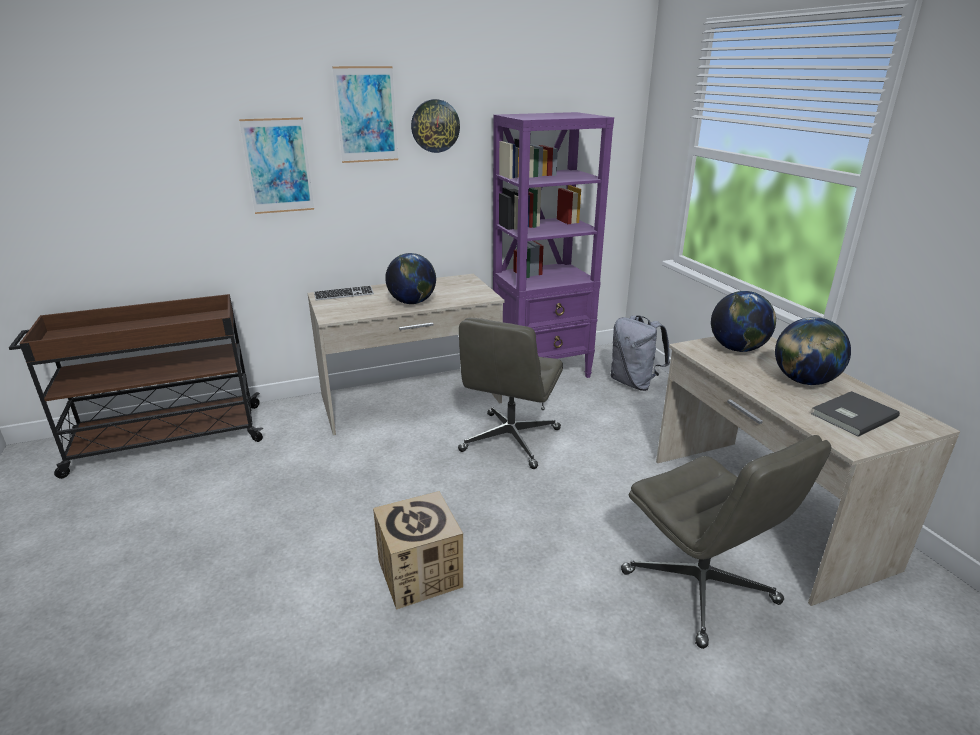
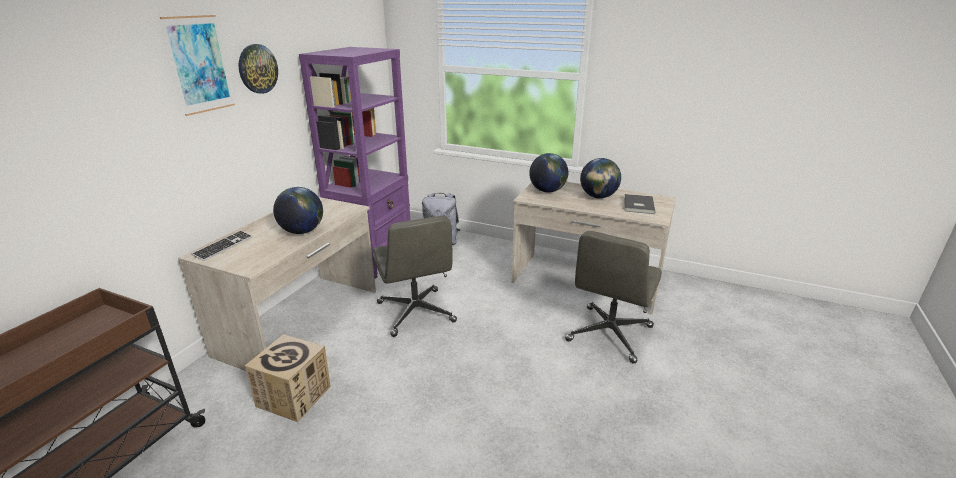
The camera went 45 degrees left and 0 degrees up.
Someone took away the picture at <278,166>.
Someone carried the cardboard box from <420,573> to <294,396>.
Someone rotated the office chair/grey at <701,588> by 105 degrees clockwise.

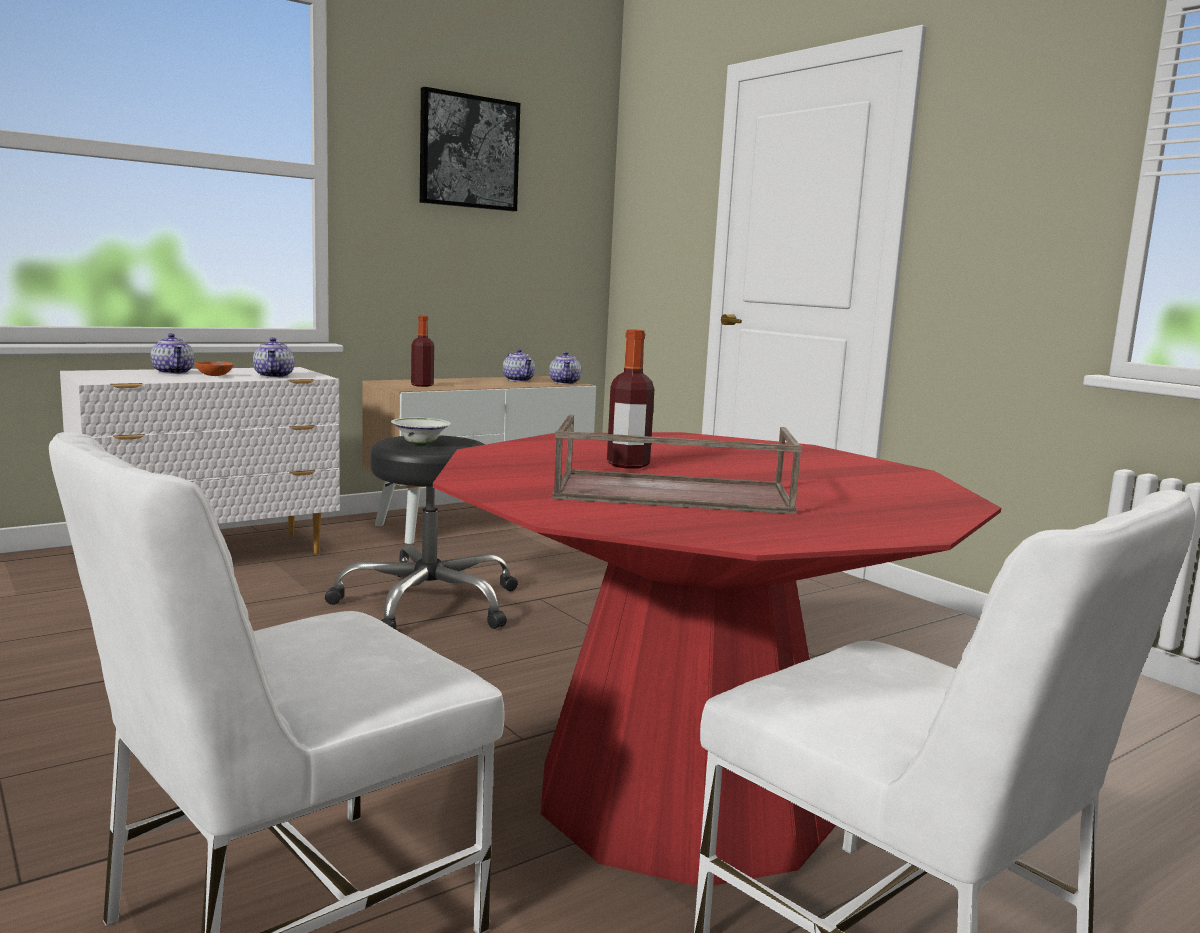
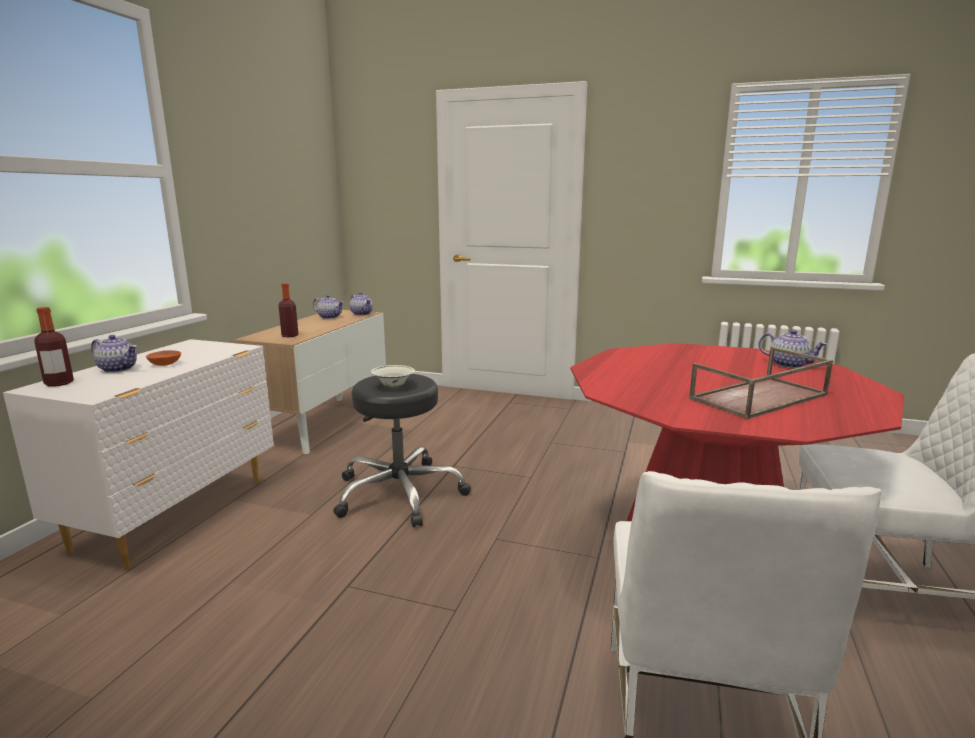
The camera went 35 degrees left and 5 degrees up.
Someone carried the teapot from <274,376> to <789,365>.
Someone took away the picture at <469,152>.
Someone carried the bottle from <628,465> to <59,383>.

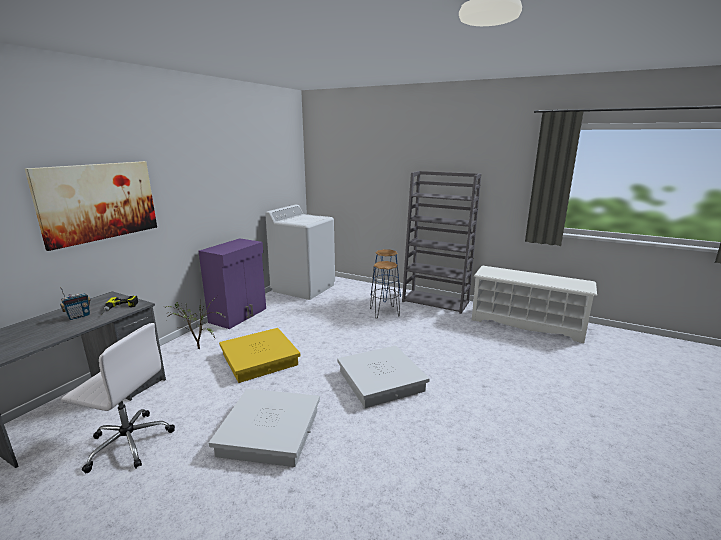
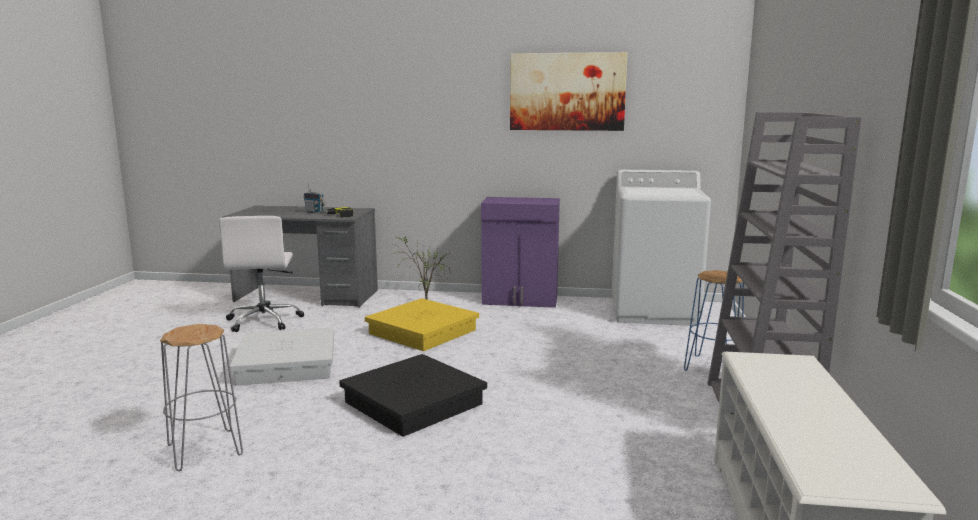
The camera went 70 degrees right and 5 degrees down.
Someone carried the picture from <99,202> to <567,92>.
Someone repainted the storage box/white at <381,381>, which became the storage box/black at <414,403>.
Someone carried the stool/grey from <385,312> to <205,450>.

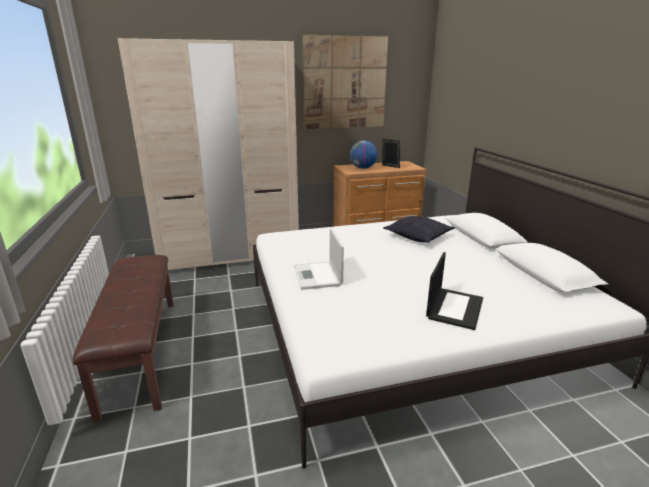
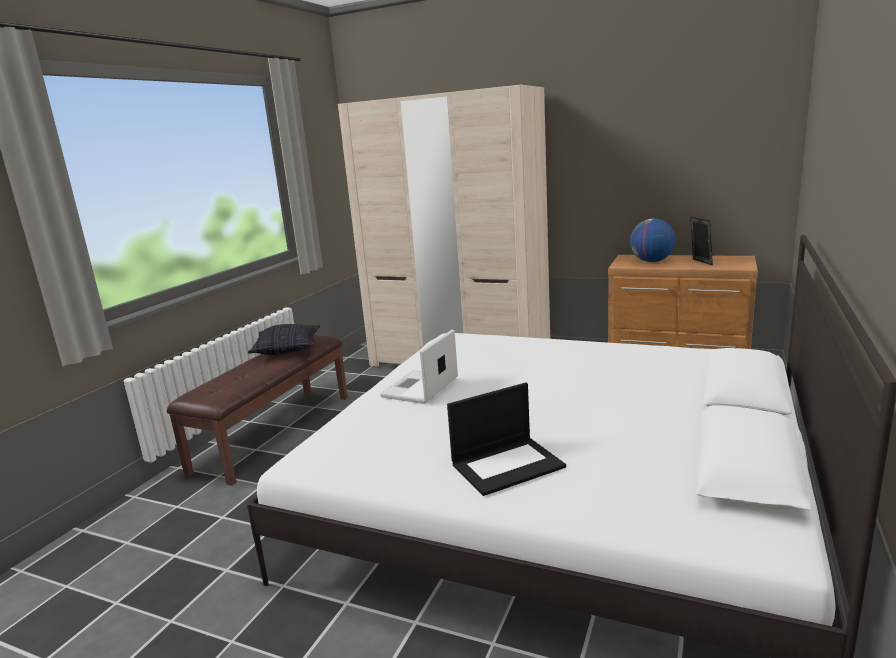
The camera went 40 degrees right and 5 degrees down.
Someone took away the picture at <345,83>.
Someone carried the pillow from <418,237> to <287,349>.

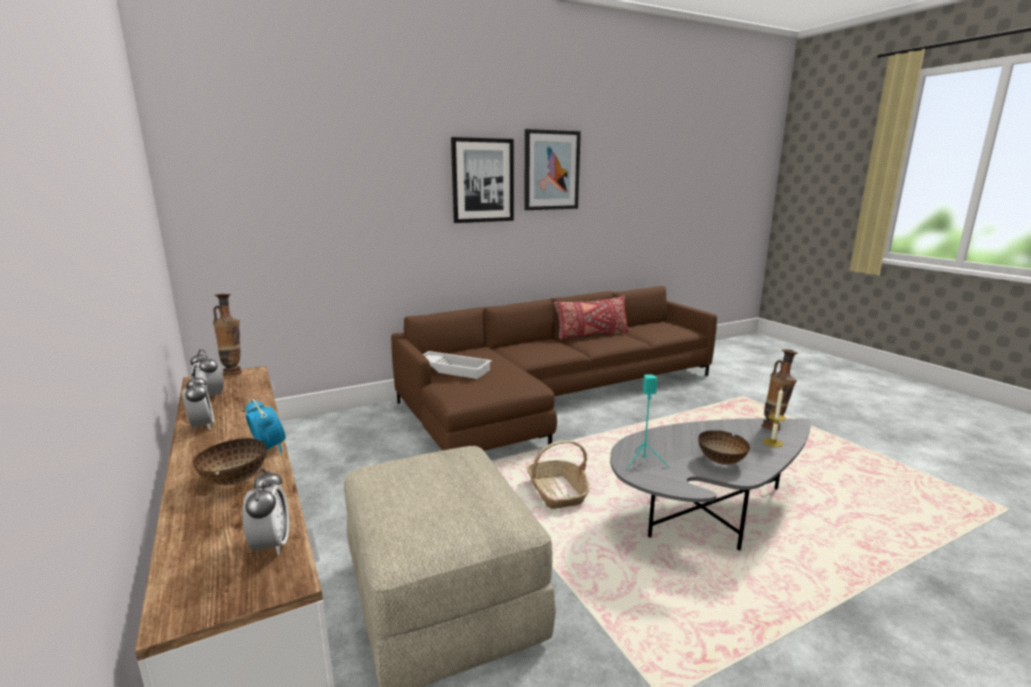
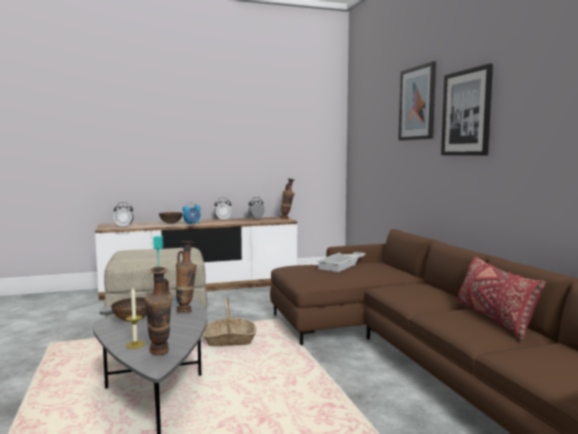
The camera went 100 degrees right and 10 degrees down.
Someone carried the picture from <551,170> to <417,103>.
Someone put down the vase at <186,311>.

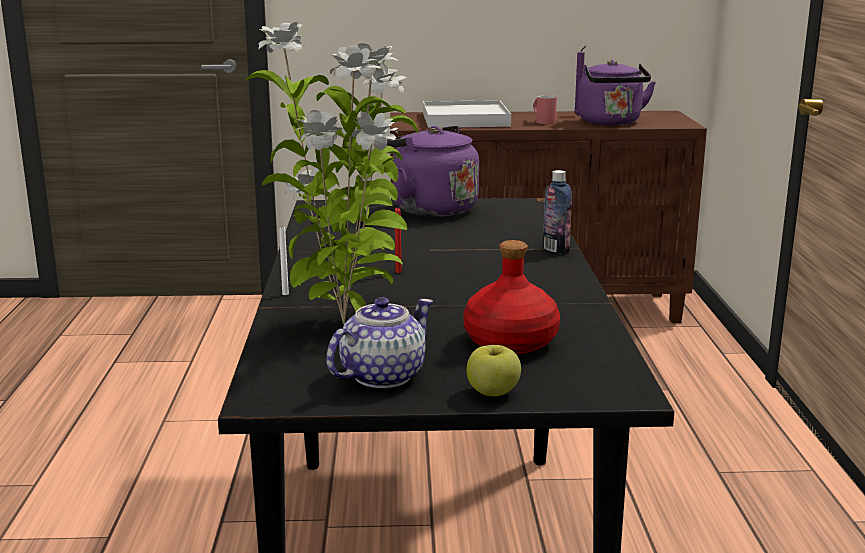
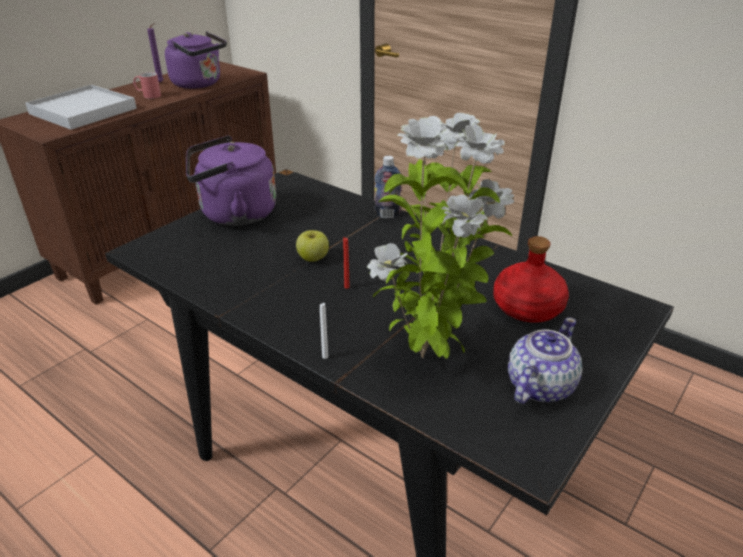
The camera went 50 degrees left and 15 degrees up.
Someone rotated the teapot at <381,376> by 45 degrees clockwise.
Someone carried the apple from <493,393> to <313,258>.

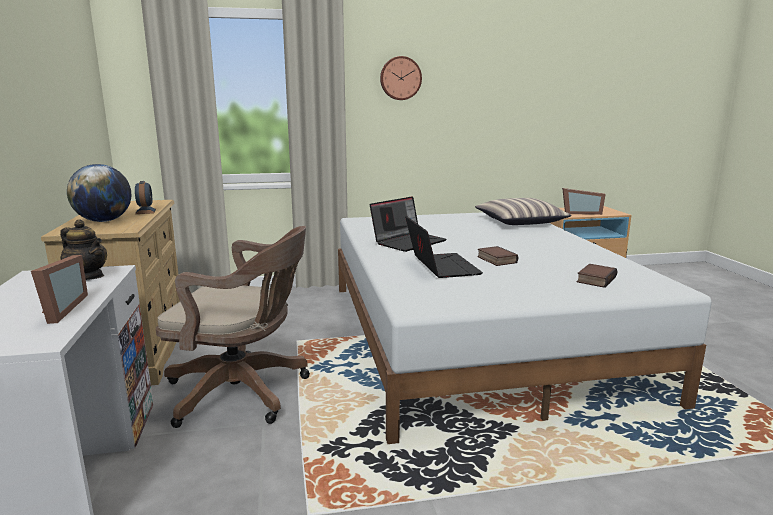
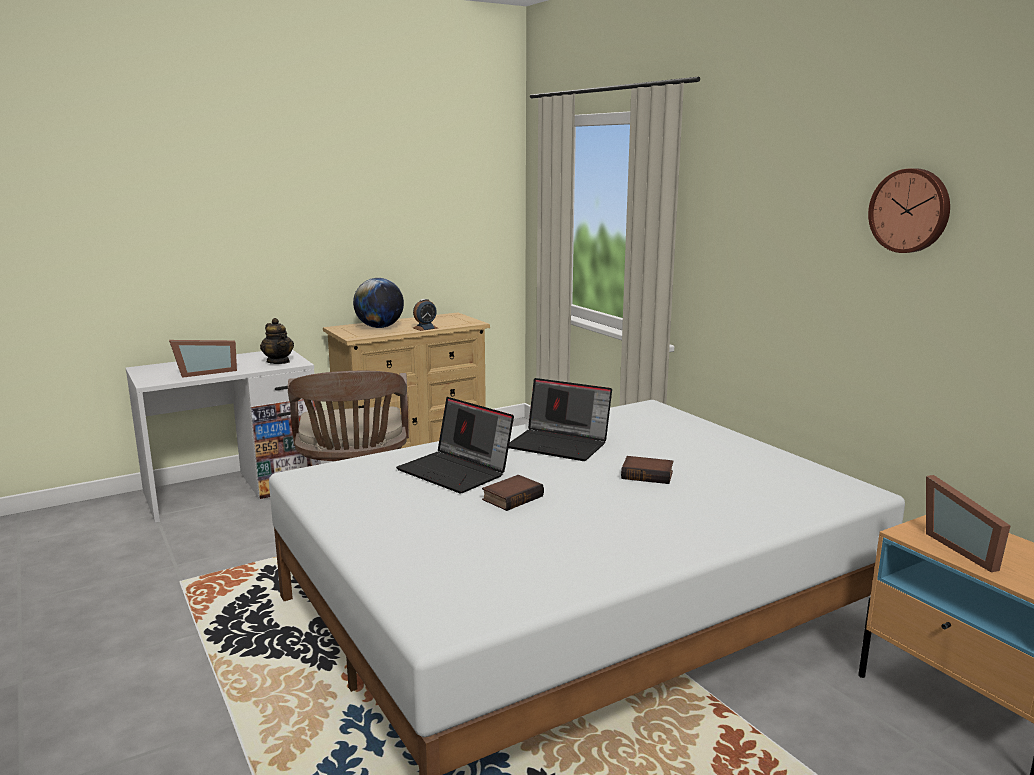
The camera went 70 degrees right and 0 degrees up.
Someone rotated the teapot at <88,276> by 45 degrees counterclockwise.
Someone carried the wall clock from <400,78> to <910,210>.
Someone rotated the laptop at <440,266> by 75 degrees clockwise.
Someone took away the pillow at <520,222>.
Someone carried the book from <595,279> to <648,474>.

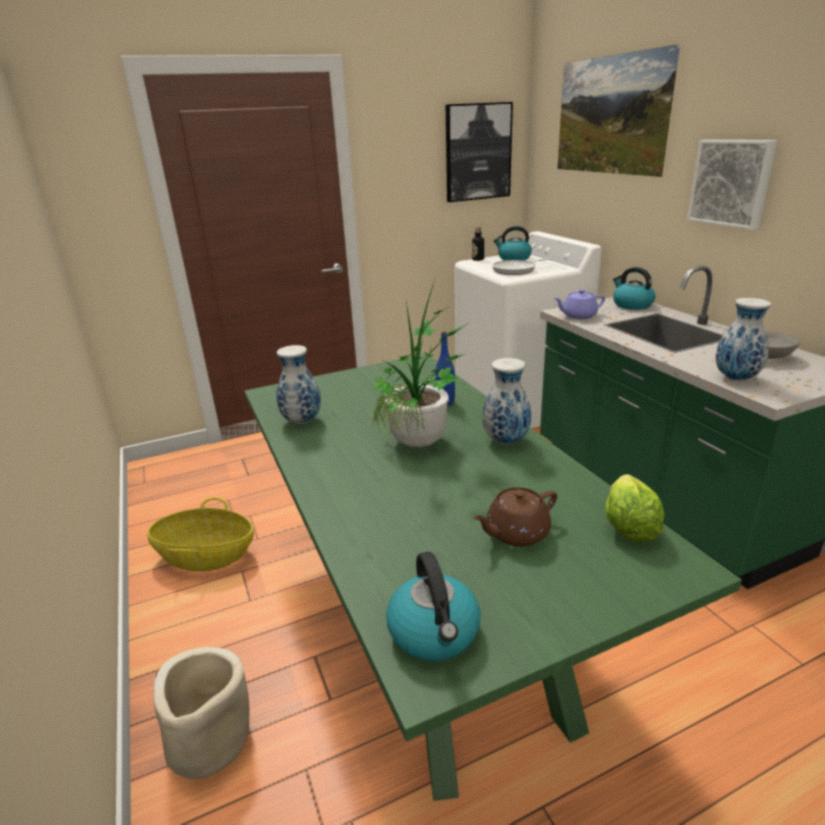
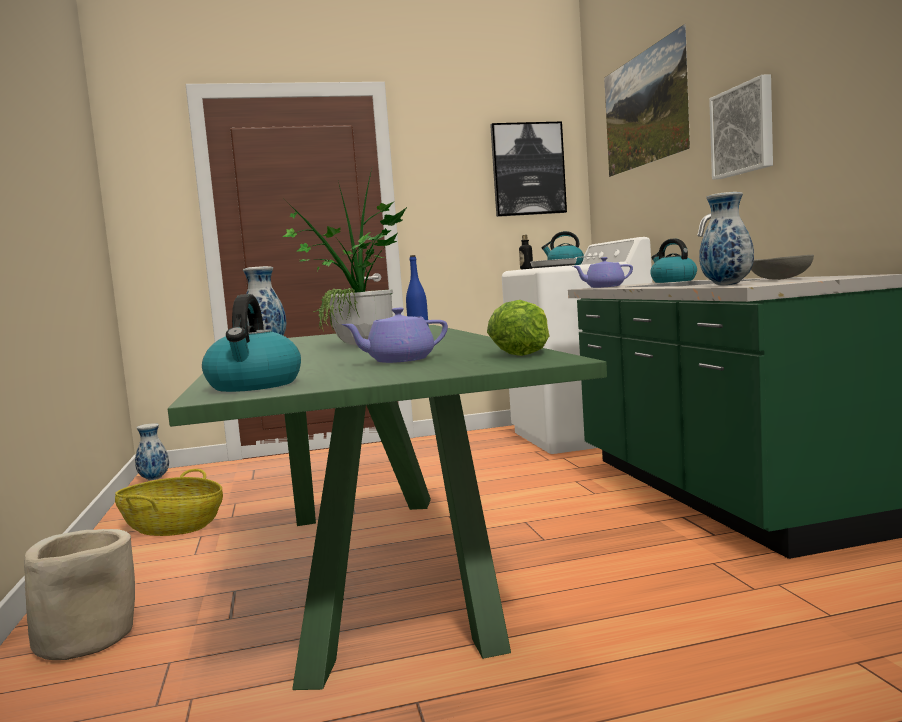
The camera went 10 degrees right and 20 degrees down.
Someone repainted the teapot/brown at <516,533>, which became the teapot/purple at <399,360>.
Someone carried the vase from <505,440> to <154,479>.

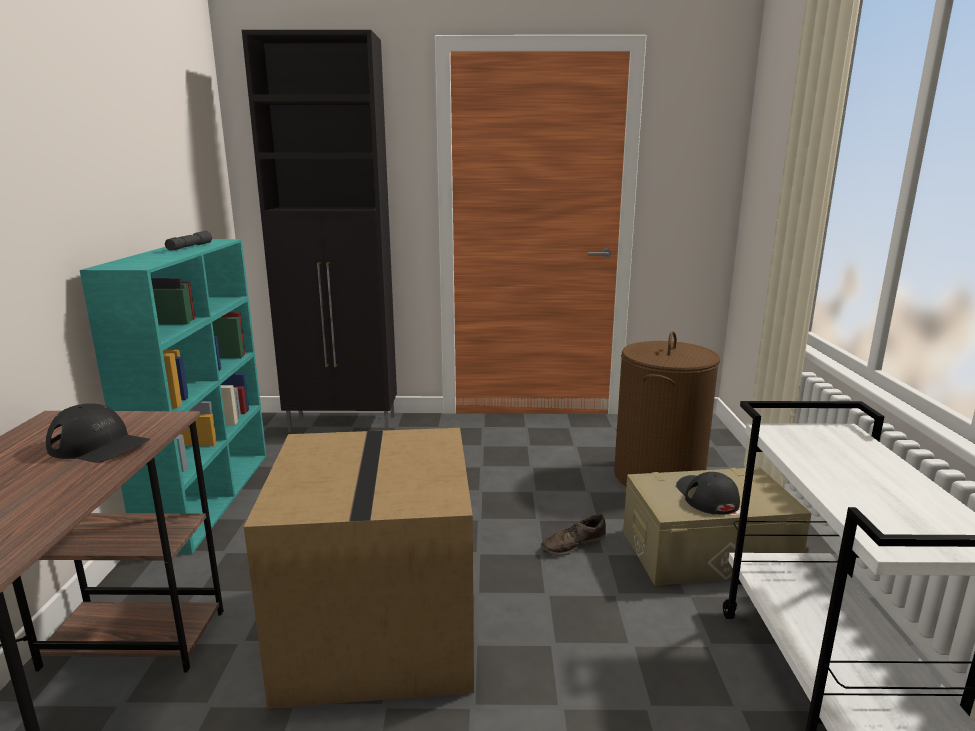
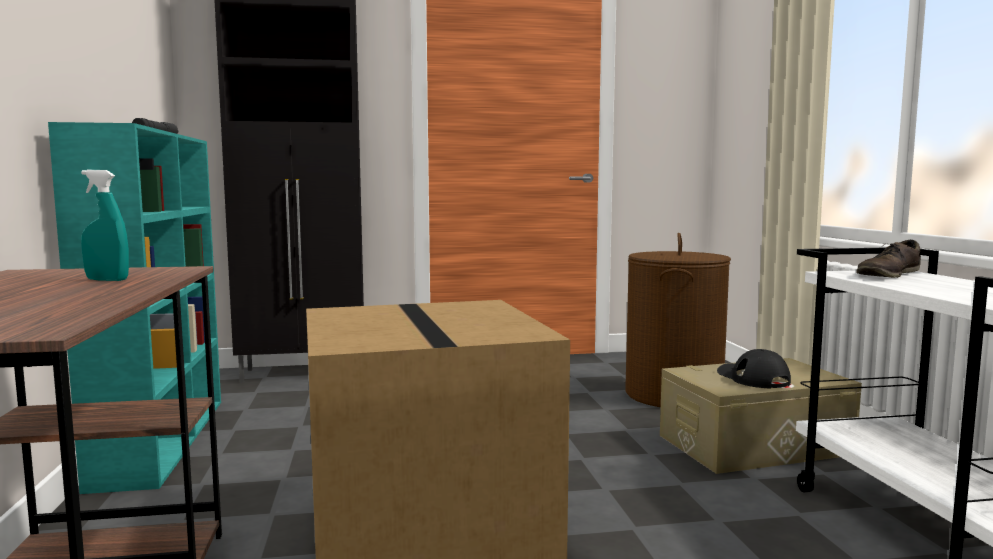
The camera went 10 degrees left and 10 degrees down.
Someone swapped the cap/black at <99,445> for the spray bottle/turquoise at <107,280>.
Someone carried the shoe/brown from <573,544> to <888,274>.

